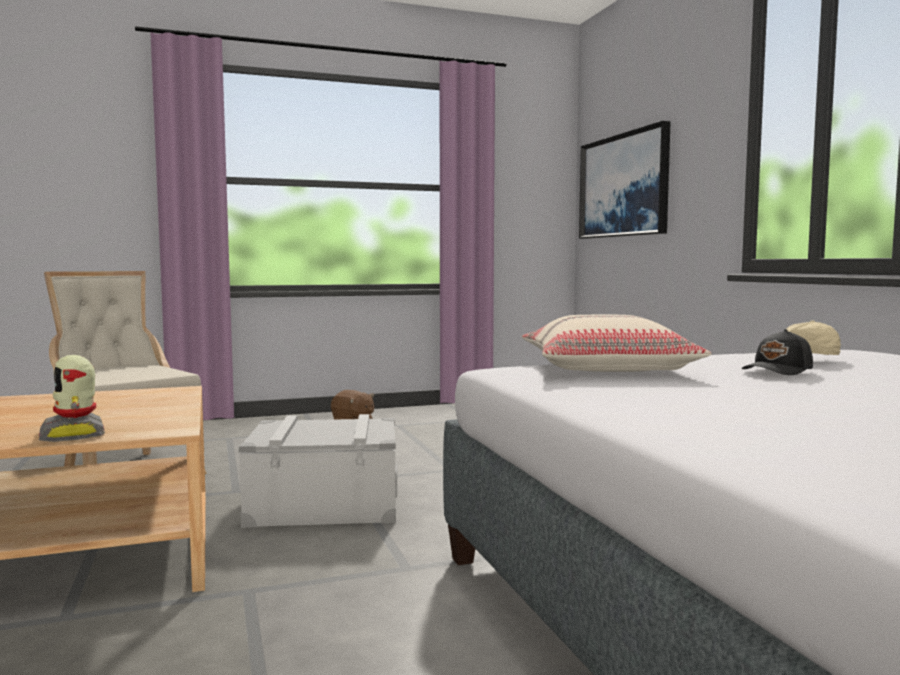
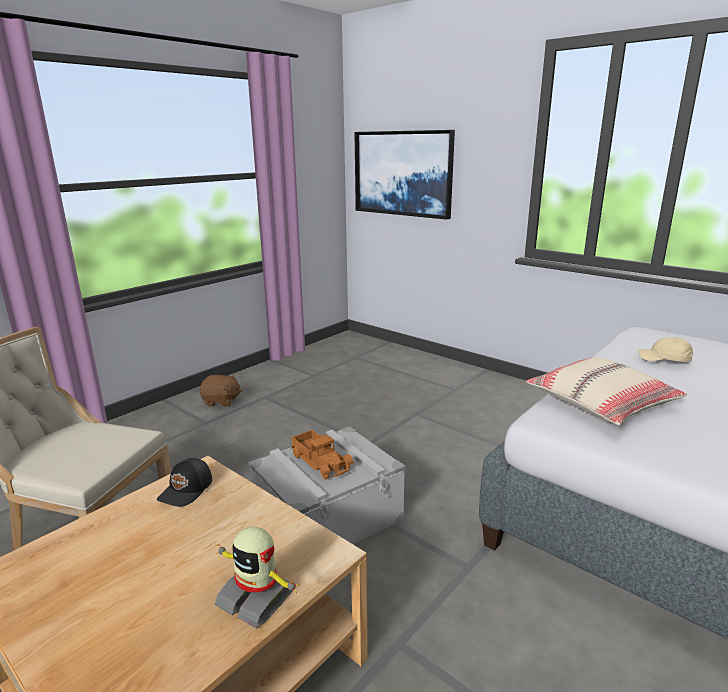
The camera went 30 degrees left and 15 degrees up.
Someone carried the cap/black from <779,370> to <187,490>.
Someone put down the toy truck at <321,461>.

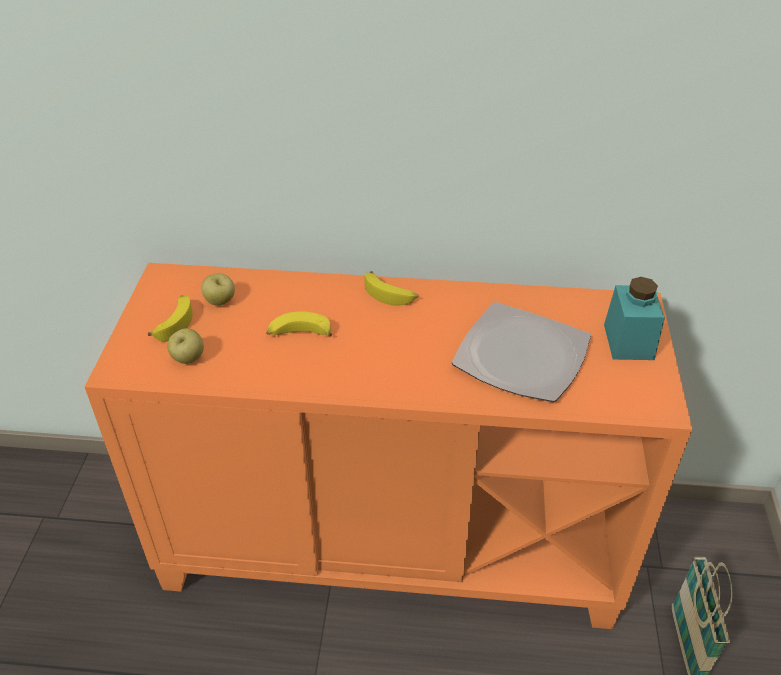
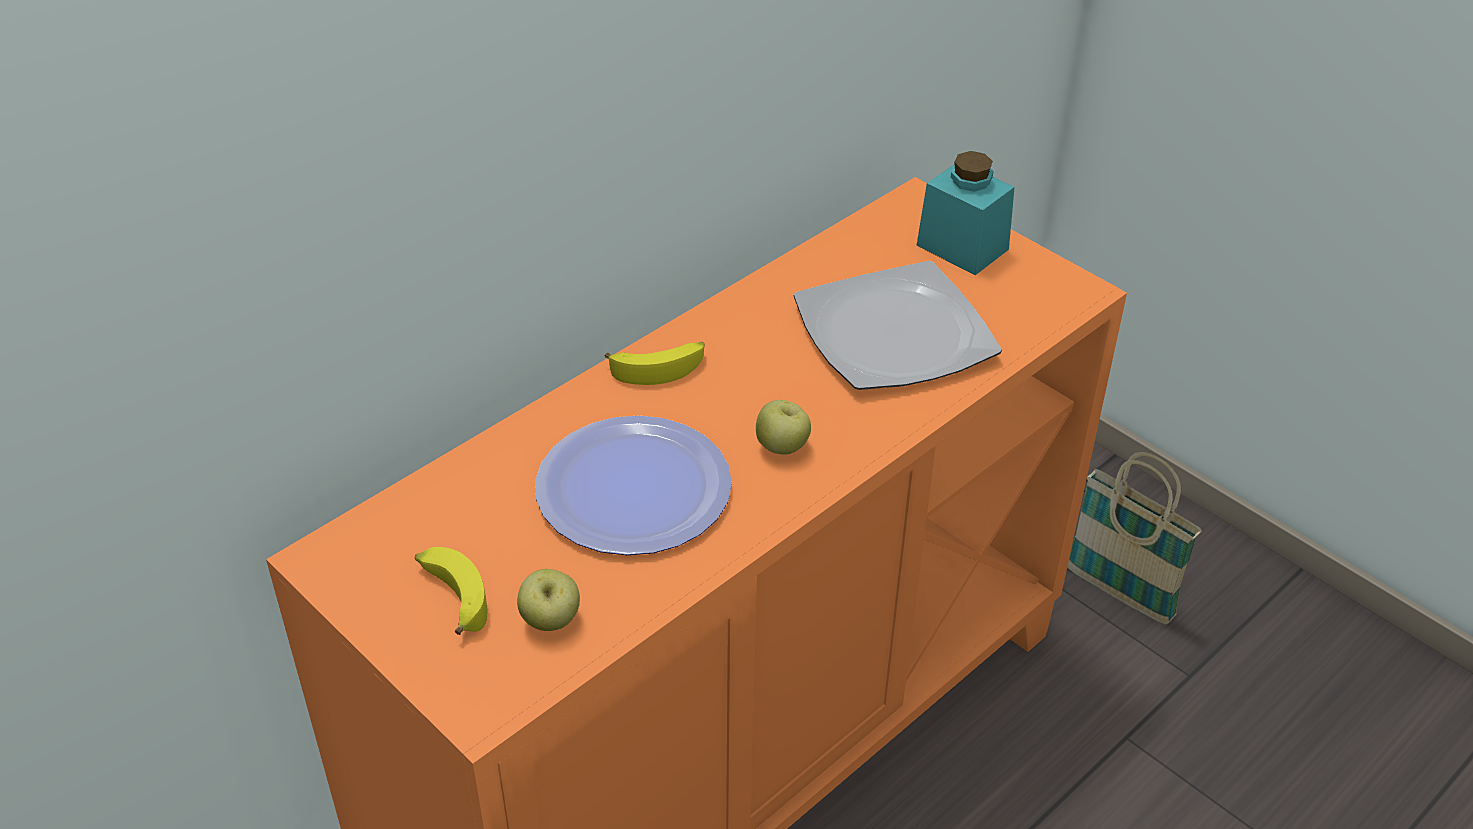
The camera went 50 degrees left and 0 degrees up.
Someone carried the apple from <220,302> to <782,447>.
Someone swapped the banana at <299,334> for the plate at <633,489>.

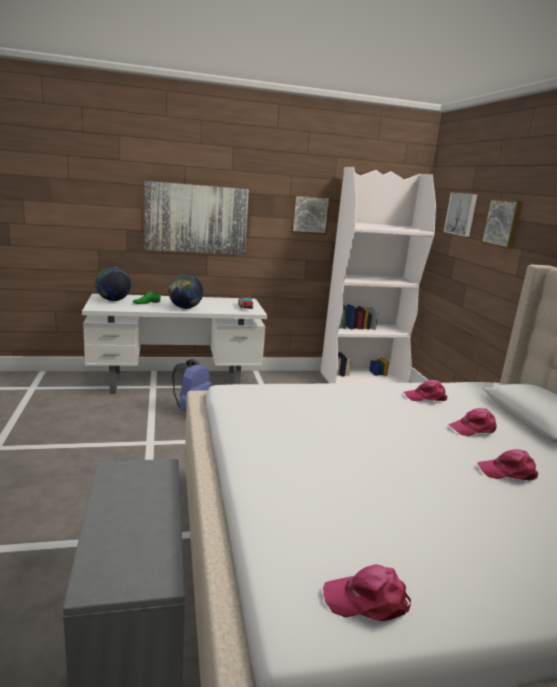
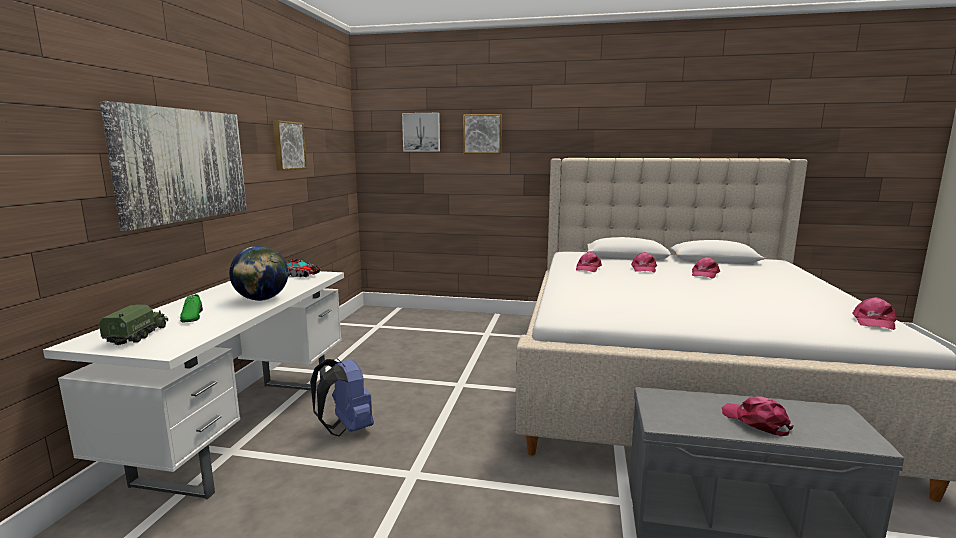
The camera went 65 degrees left and 5 degrees down.
Someone swapped the globe at <113,300> for the toy truck at <138,335>.
Someone took away the bookcase/white at <363,380>.
Someone put down the cap/pink at <756,421>.

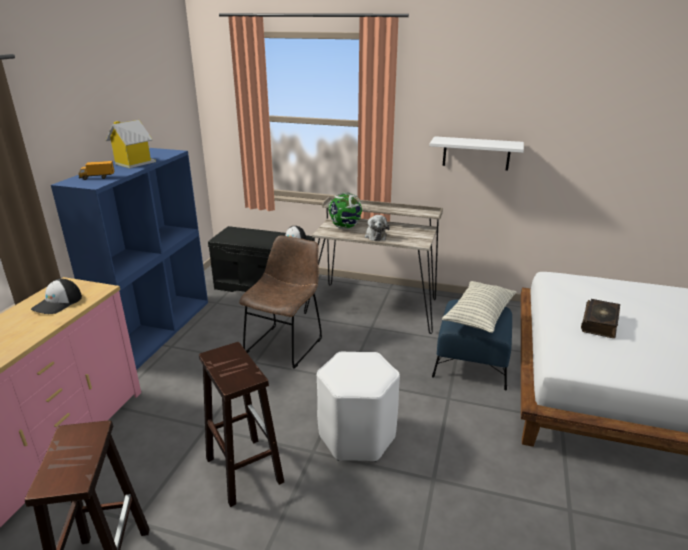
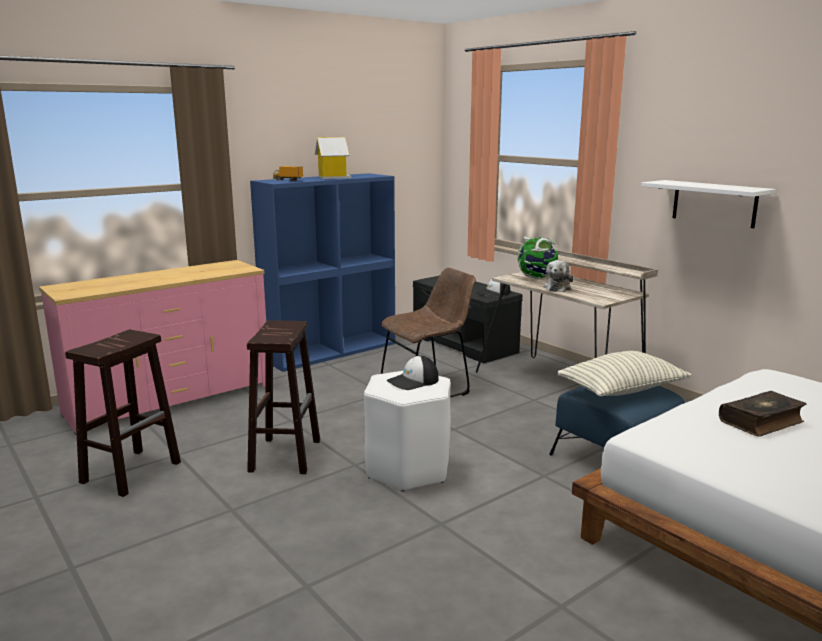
The camera went 35 degrees right and 10 degrees down.
Someone carried the cap from <58,303> to <413,381>.

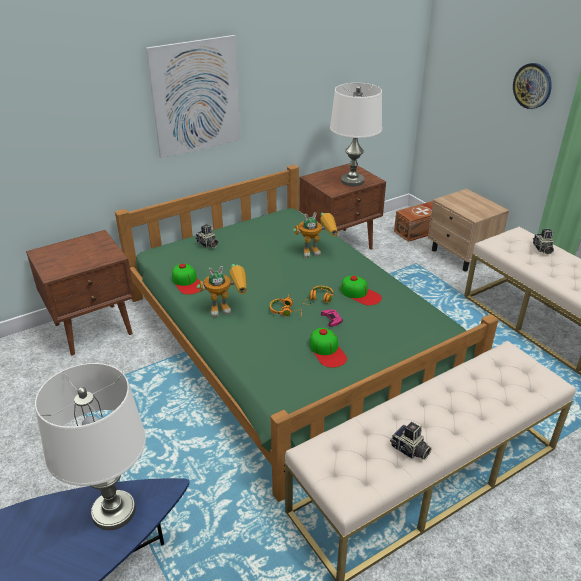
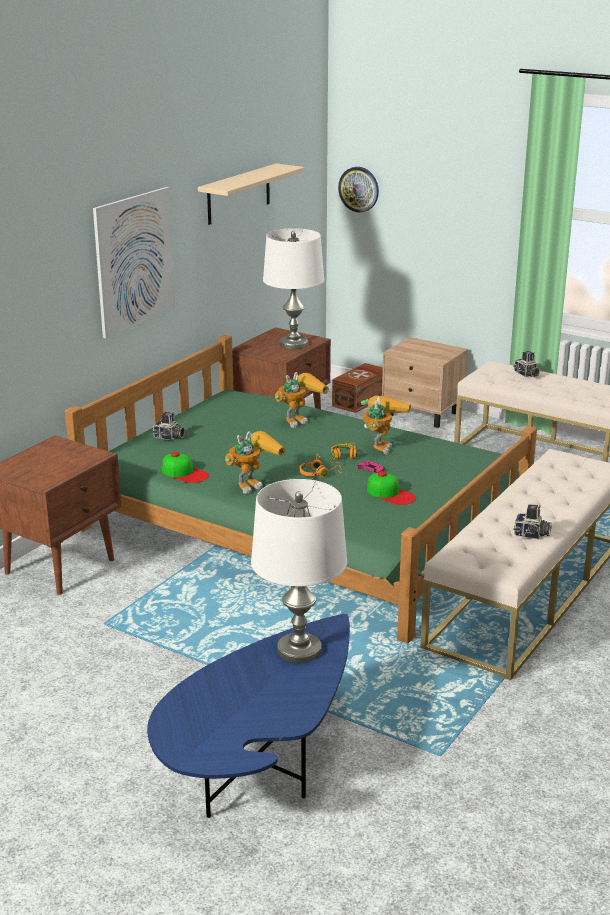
The camera went 25 degrees left and 10 degrees down.
Someone swapped the cap at <360,294> for the toy robot at <380,445>.
Someone carried the wall clock from <532,86> to <359,189>.
Someone put up the shelf/beige at <238,194>.

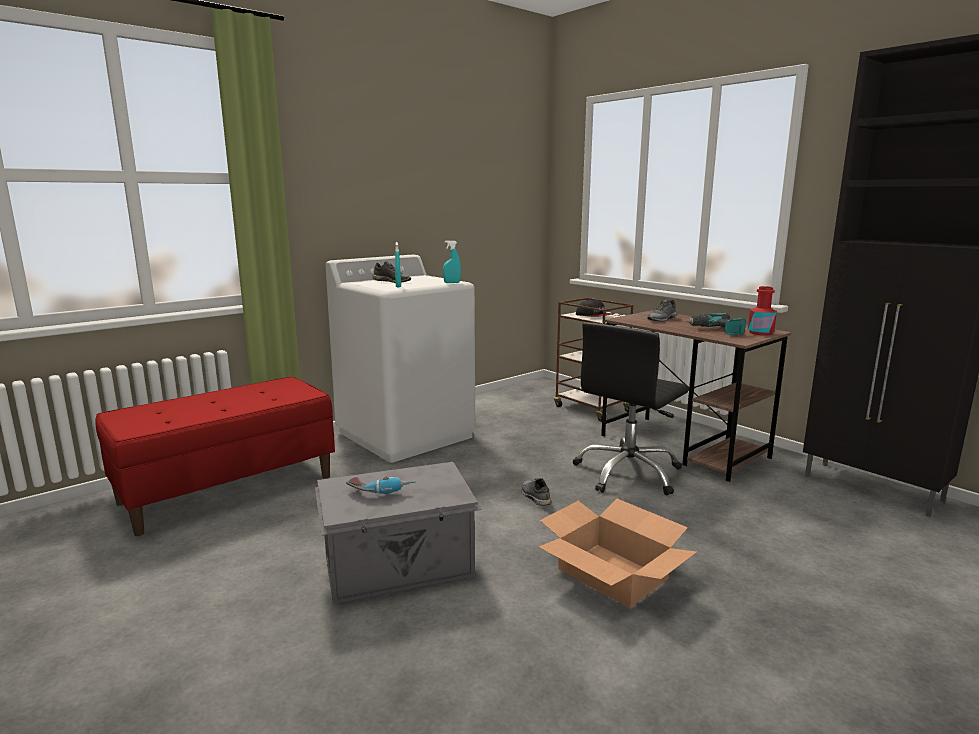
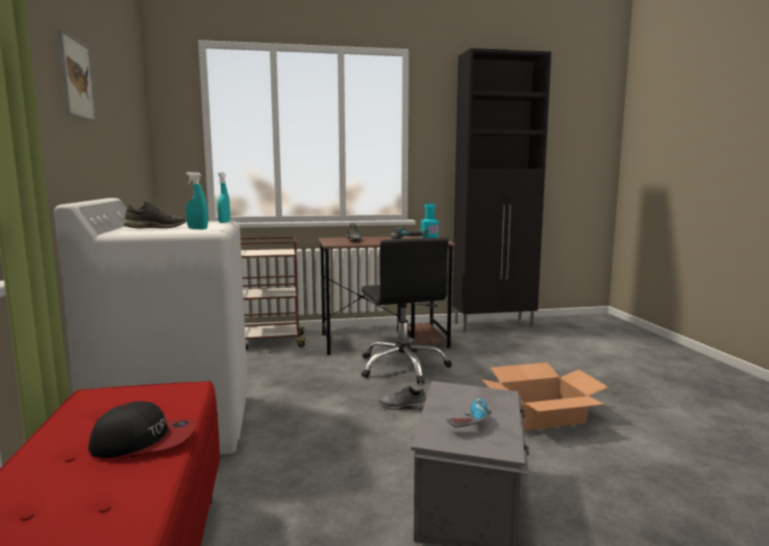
The camera went 60 degrees left and 5 degrees down.
Someone carried the cap from <594,316> to <144,441>.
Someone repainted the bottle/red at <760,333>, which became the bottle/turquoise at <429,237>.
Someone put up the picture at <76,78>.

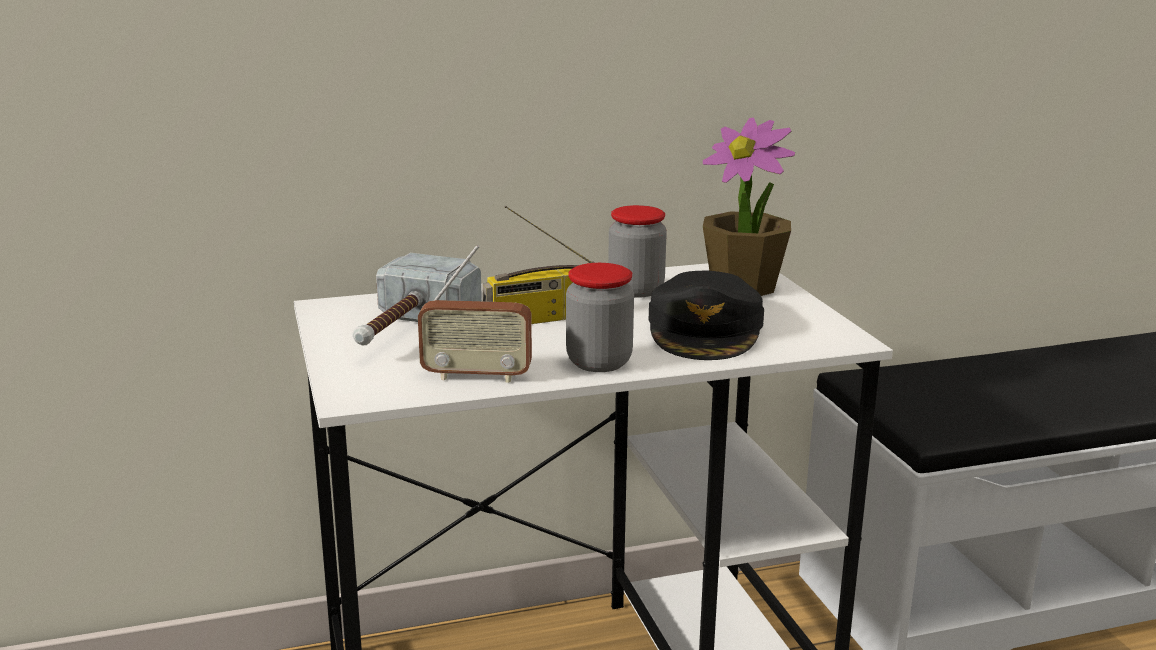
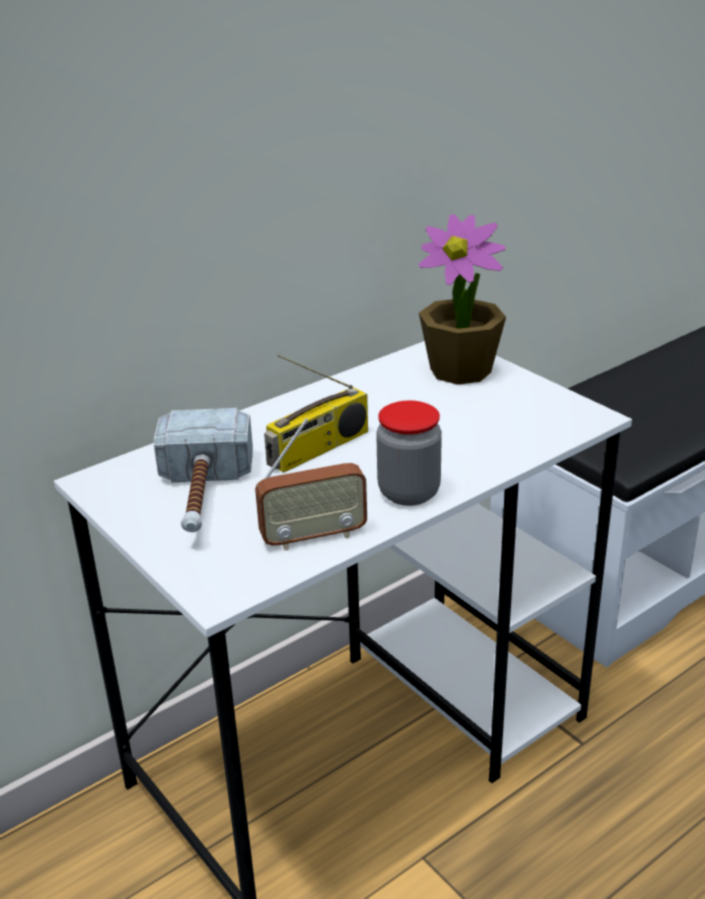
The camera went 20 degrees left and 10 degrees up.
Someone took away the jar at <636,290>.
Someone took away the cap/black at <706,330>.

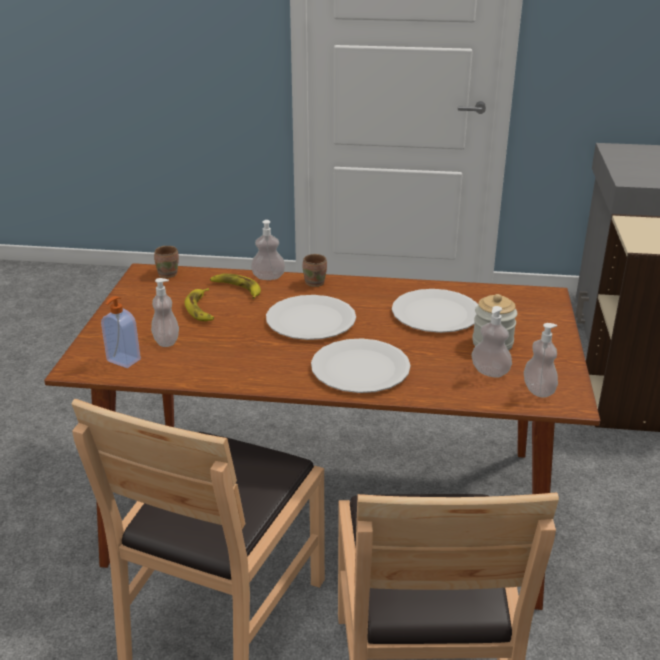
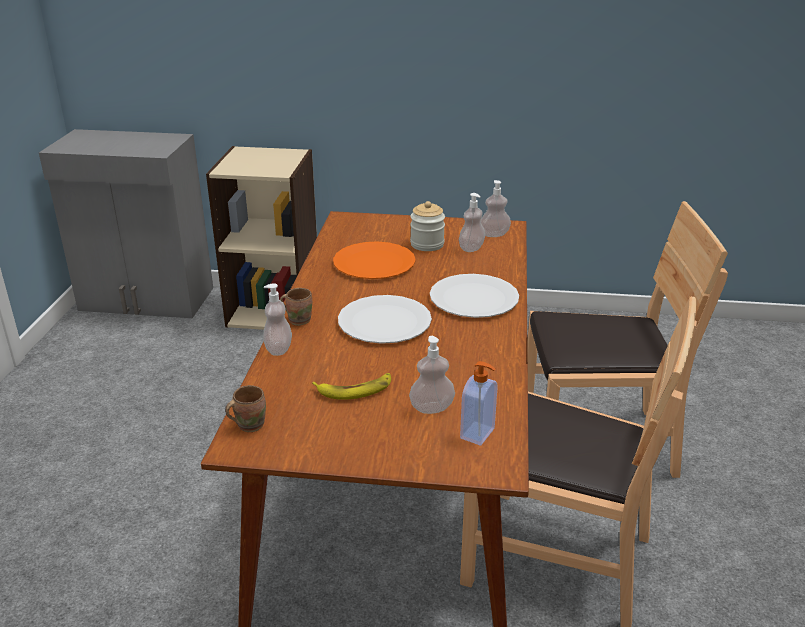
The camera went 90 degrees left and 0 degrees up.
Someone took away the banana at <237,289>.
Someone repainted the plate/white at <435,313>, which became the plate/orange at <374,263>.

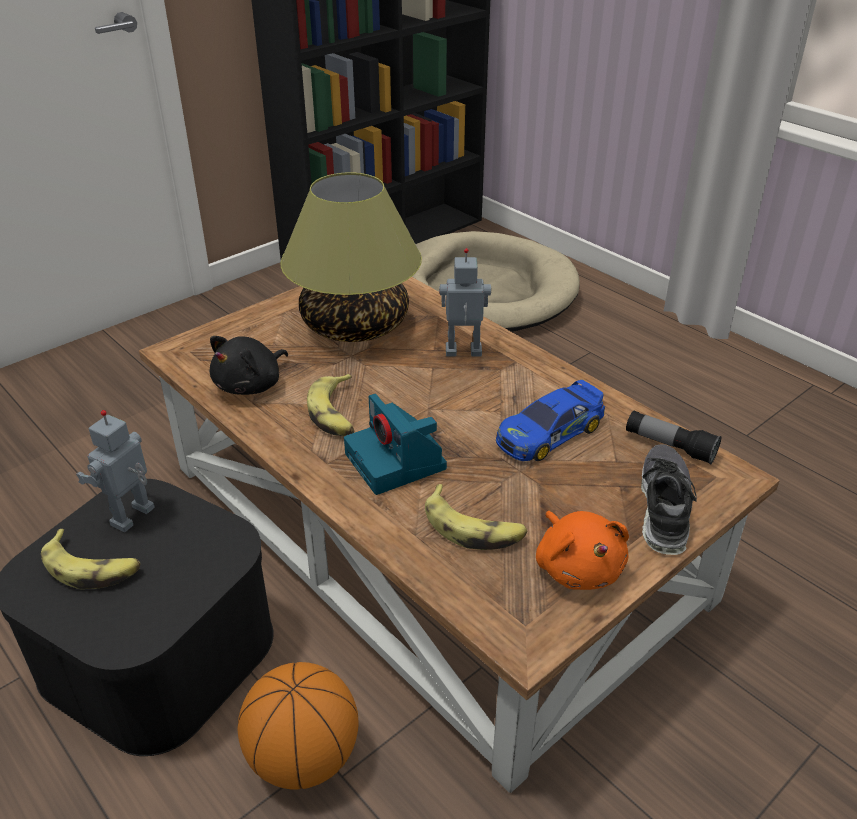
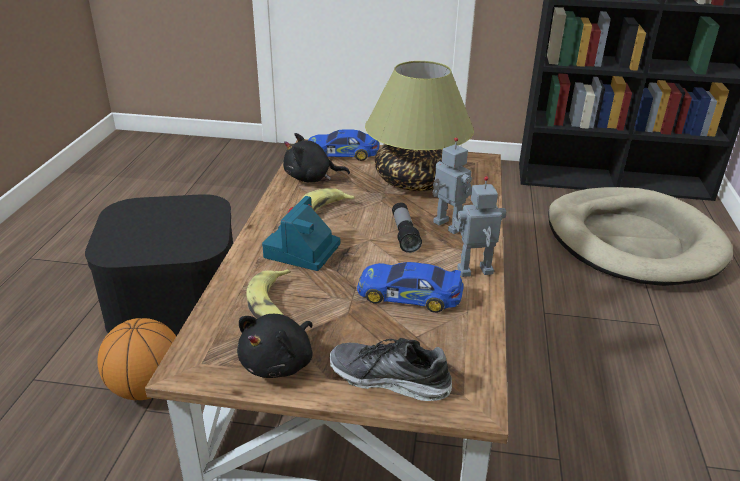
The camera went 50 degrees right and 5 degrees down.
Someone took away the banana at <92,567>.
Someone carried the toy robot from <134,517> to <475,272>.
Someone repainted the plush toy/orange at <577,567>, which became the plush toy/black at <279,363>.
Someone carried the flashlight from <669,446> to <404,234>.
Someone rotated the shoe at <663,507> by 135 degrees counterclockwise.
Someone put down the toy car at <342,153>.

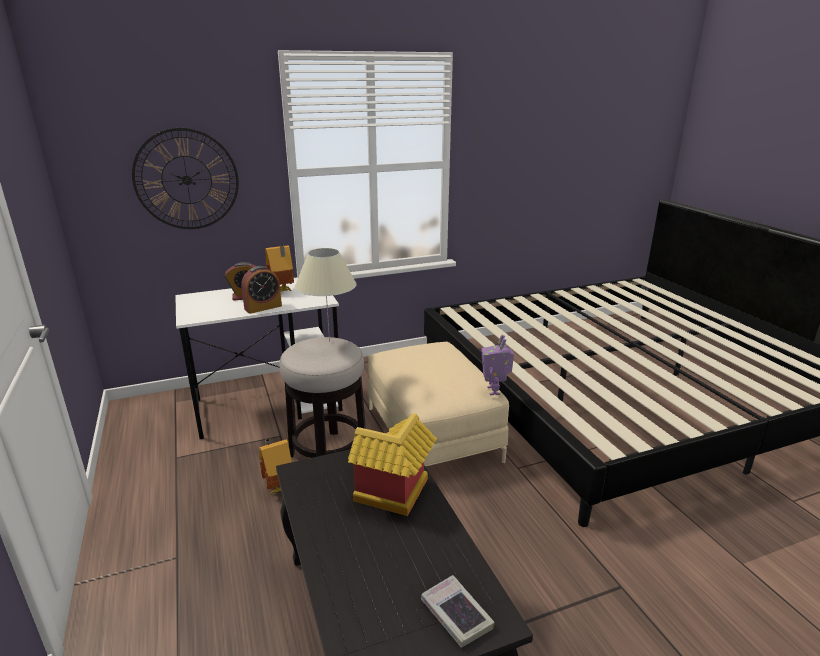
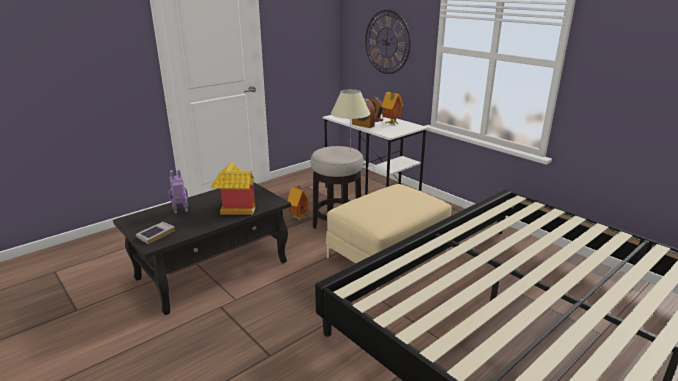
The camera went 70 degrees right and 0 degrees up.
Someone carried the toy robot from <494,390> to <181,211>.

